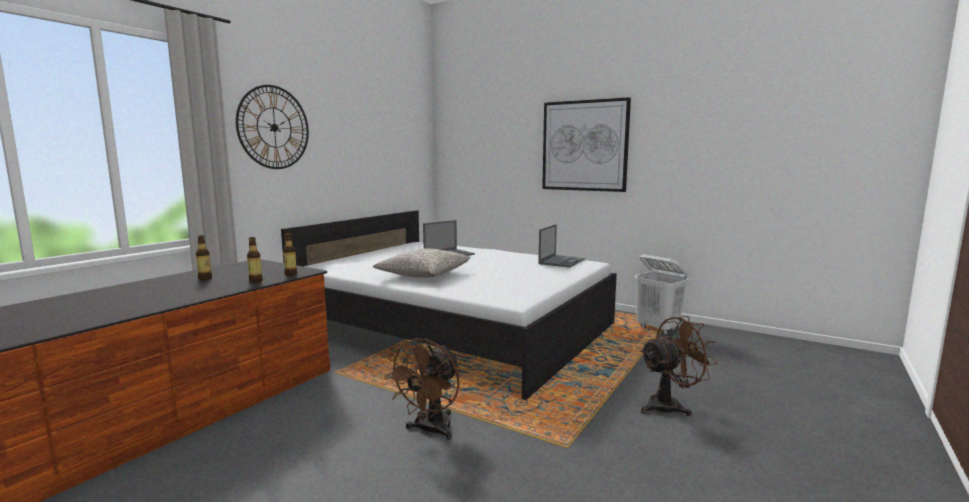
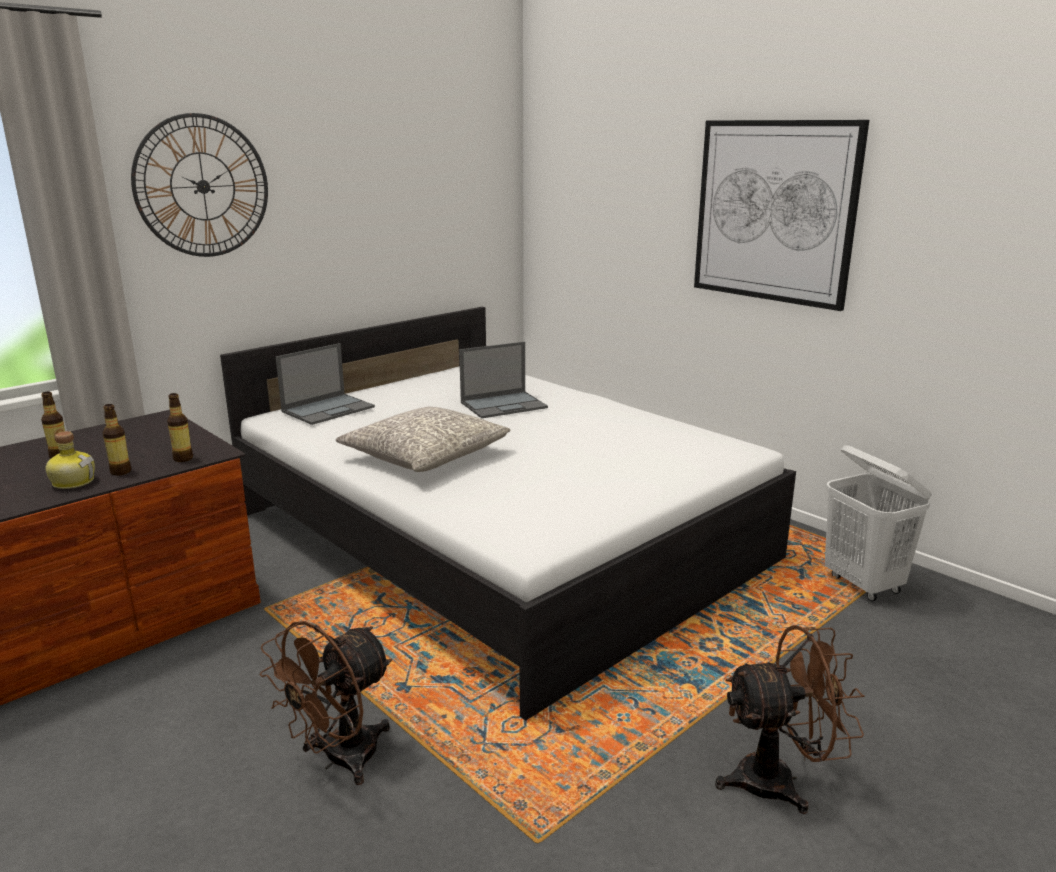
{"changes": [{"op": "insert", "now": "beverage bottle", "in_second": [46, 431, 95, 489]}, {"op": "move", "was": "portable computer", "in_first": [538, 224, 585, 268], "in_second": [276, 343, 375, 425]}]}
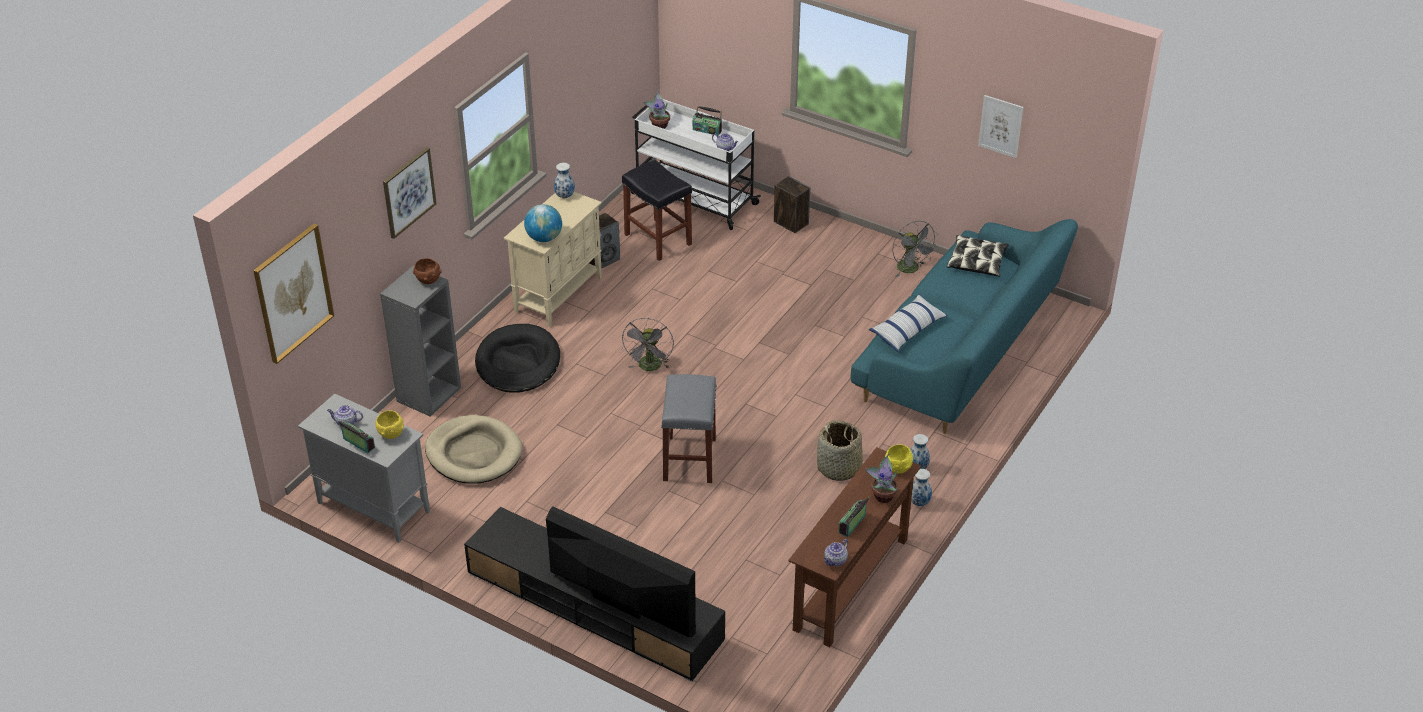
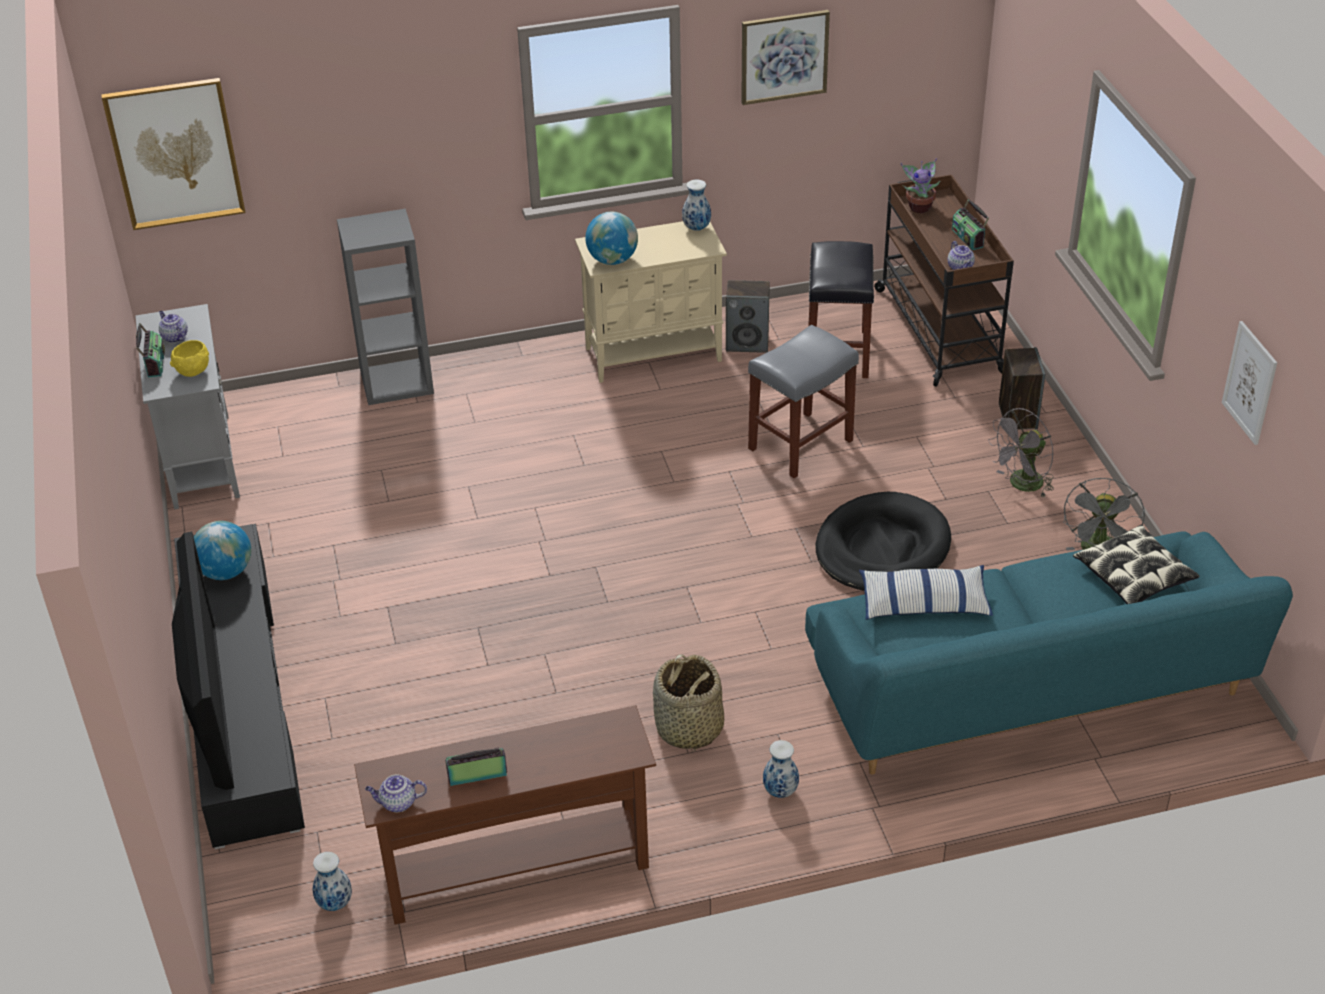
{"changes": [{"op": "delete", "was": "brown serving bowl", "in_first": [413, 258, 442, 284]}, {"op": "delete", "was": "beige dog cushion", "in_first": [425, 415, 522, 484]}, {"op": "delete", "was": "plant in a pot", "in_first": [865, 453, 898, 503]}, {"op": "delete", "was": "yellow serving bowl", "in_first": [885, 444, 913, 473]}, {"op": "insert", "now": "globe", "in_second": [194, 521, 251, 580]}, {"op": "move", "was": "wall picture", "in_first": [383, 147, 437, 239], "in_second": [741, 10, 830, 105]}, {"op": "move", "was": "black dog cushion", "in_first": [475, 324, 560, 393], "in_second": [815, 492, 951, 590]}, {"op": "move", "was": "gray fan", "in_first": [622, 318, 674, 371], "in_second": [988, 408, 1054, 498]}, {"op": "move", "was": "gray stool", "in_first": [661, 374, 717, 483], "in_second": [748, 325, 859, 478]}, {"op": "move", "was": "decorative vase", "in_first": [911, 469, 932, 506], "in_second": [313, 852, 352, 911]}, {"op": "recolor", "was": "white-coloured cart", "now": "brown cart", "in_first": [631, 99, 761, 230], "in_second": [874, 174, 1014, 387]}]}
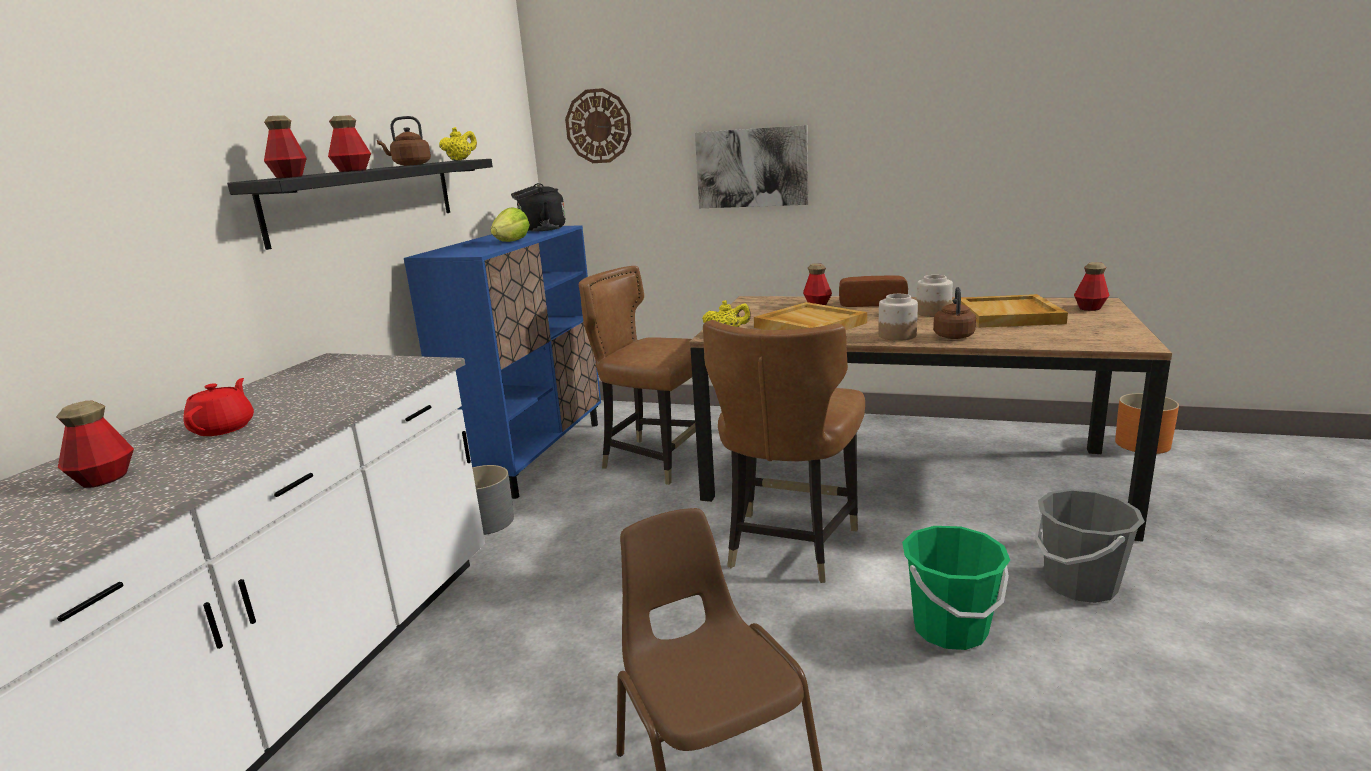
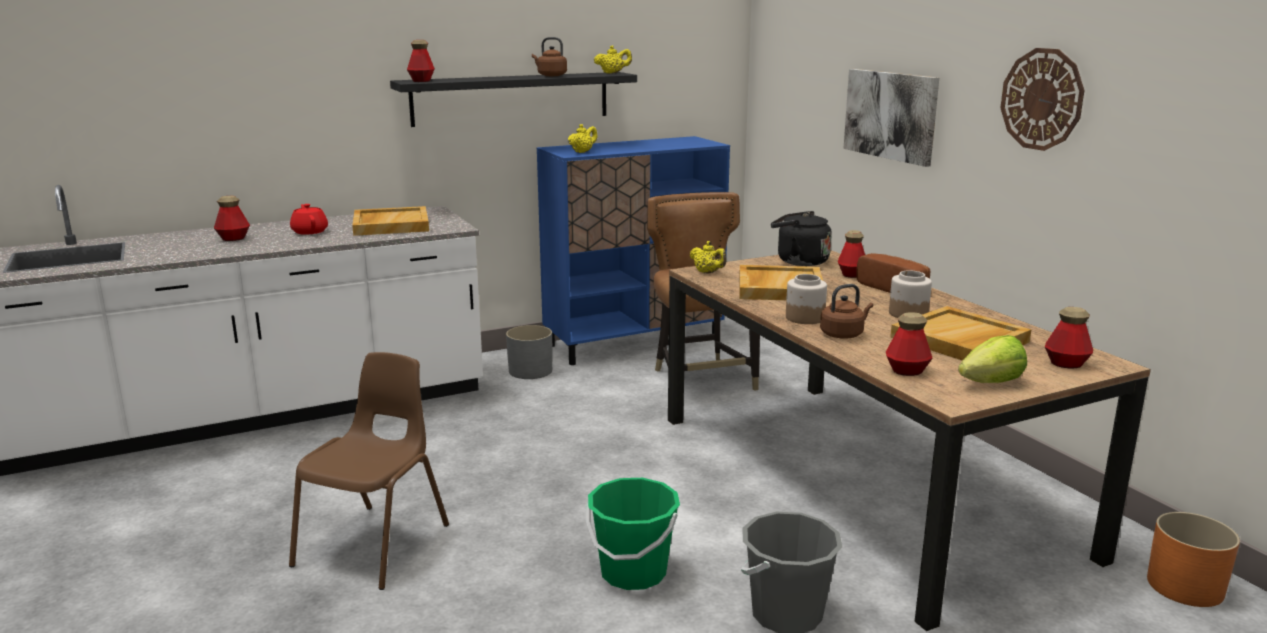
{"changes": [{"op": "delete", "was": "brown plain chair", "in_first": [703, 320, 865, 583]}, {"op": "insert", "now": "beige serving tray", "in_second": [352, 206, 429, 236]}, {"op": "insert", "now": "yellow teapot", "in_second": [568, 124, 597, 153]}, {"op": "move", "was": "beverage bottle", "in_first": [328, 116, 371, 172], "in_second": [886, 312, 933, 376]}, {"op": "move", "was": "head of lettuce", "in_first": [491, 208, 530, 242], "in_second": [958, 335, 1027, 383]}, {"op": "move", "was": "black kettle", "in_first": [511, 183, 566, 231], "in_second": [771, 211, 832, 266]}, {"op": "move", "was": "hanging clock", "in_first": [565, 88, 631, 163], "in_second": [1000, 48, 1084, 151]}, {"op": "rotate", "was": "red-coloured teapot", "in_first": [183, 378, 254, 436], "in_second": [290, 204, 328, 235], "clockwise": -75}]}
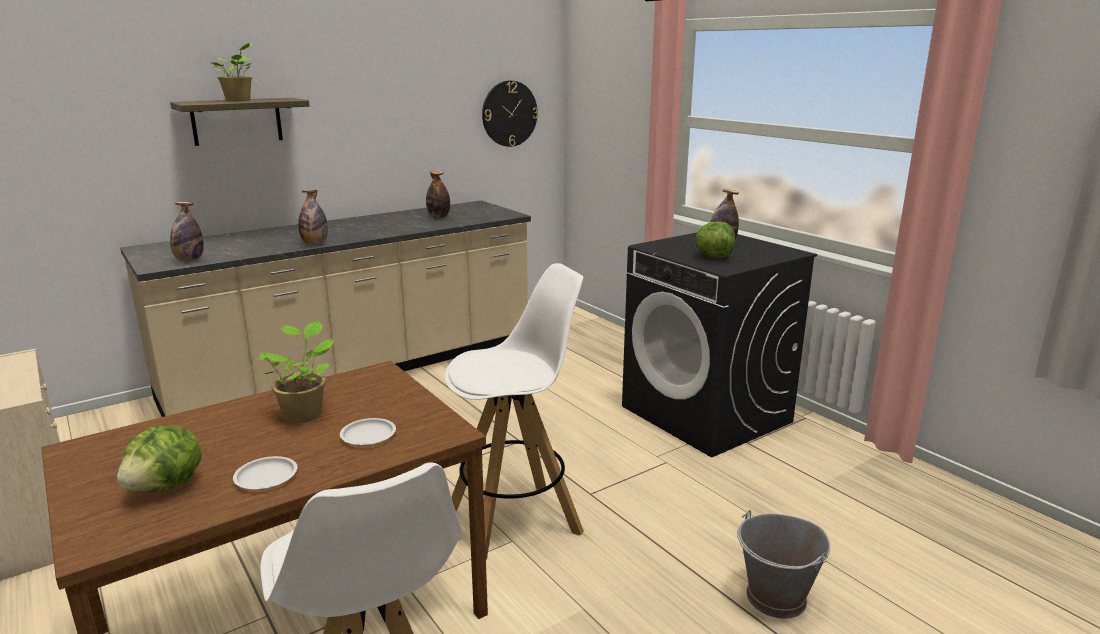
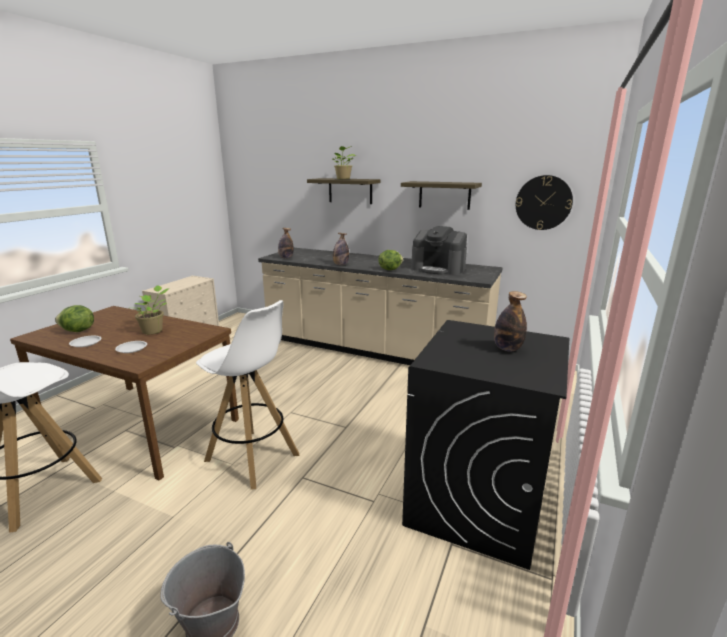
{"changes": [{"op": "insert", "now": "bracket shelf", "in_second": [401, 181, 482, 210]}, {"op": "move", "was": "head of lettuce", "in_first": [695, 221, 735, 258], "in_second": [378, 250, 404, 270]}, {"op": "replace", "was": "beverage bottle", "now": "coffee machine", "in_first": [426, 170, 450, 218], "in_second": [411, 226, 467, 275]}]}
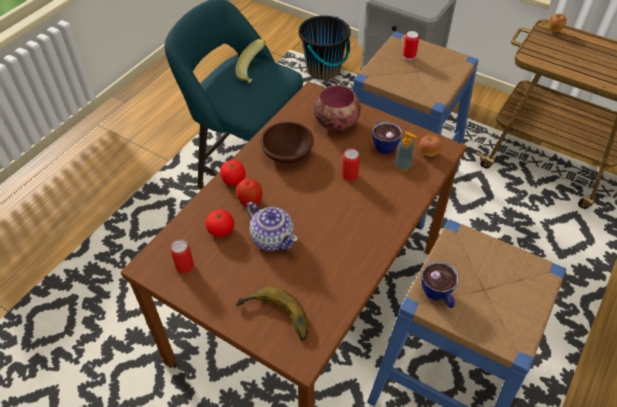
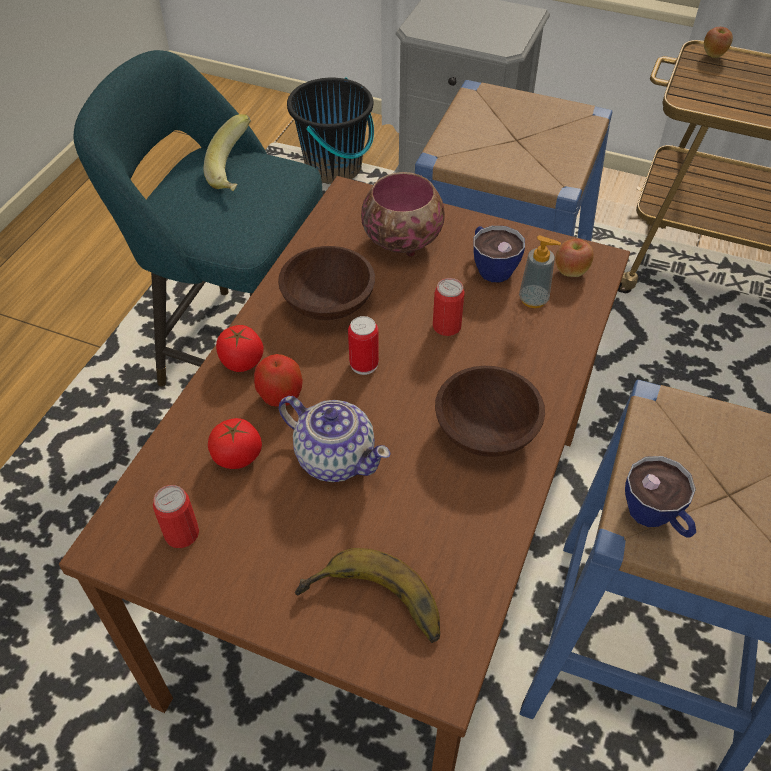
{"changes": [{"op": "insert", "now": "brown serving bowl", "in_second": [435, 366, 545, 457]}, {"op": "move", "was": "sealed can", "in_first": [403, 31, 419, 60], "in_second": [348, 316, 379, 375]}]}
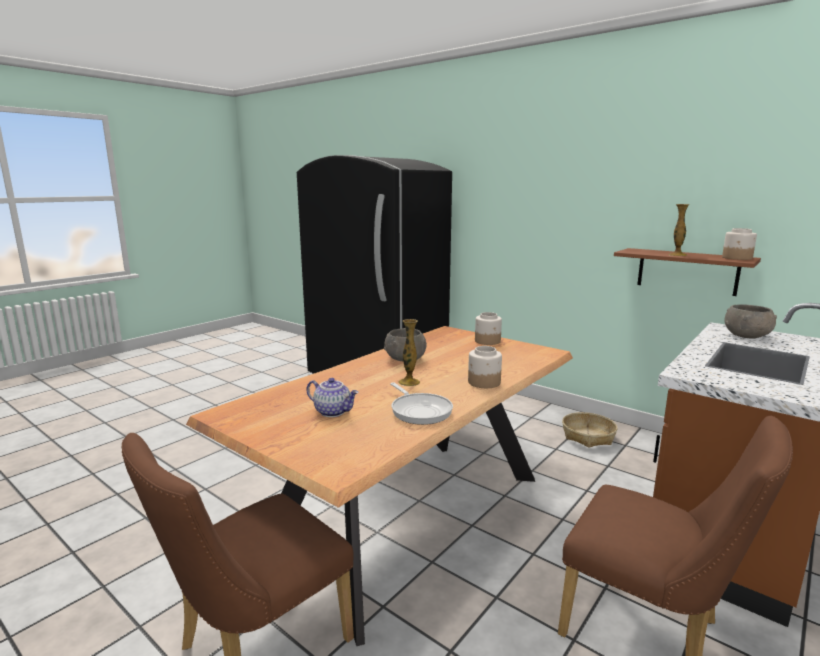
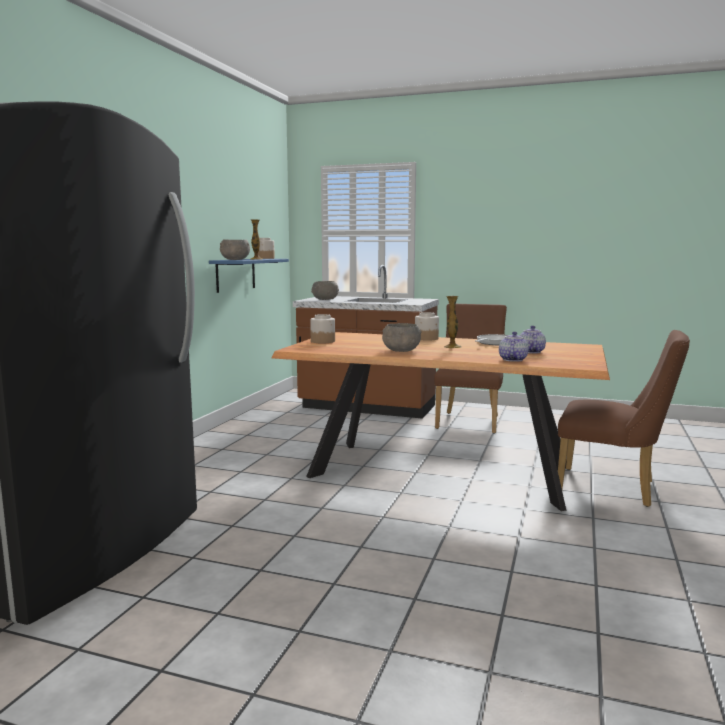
{"changes": [{"op": "delete", "was": "basket", "in_first": [562, 412, 617, 448]}, {"op": "insert", "now": "gray serving bowl", "in_second": [220, 239, 250, 260]}, {"op": "insert", "now": "teapot", "in_second": [499, 332, 529, 362]}, {"op": "recolor", "was": "brown bracket shelf", "now": "blue bracket shelf", "in_first": [614, 248, 761, 296], "in_second": [209, 259, 289, 293]}]}
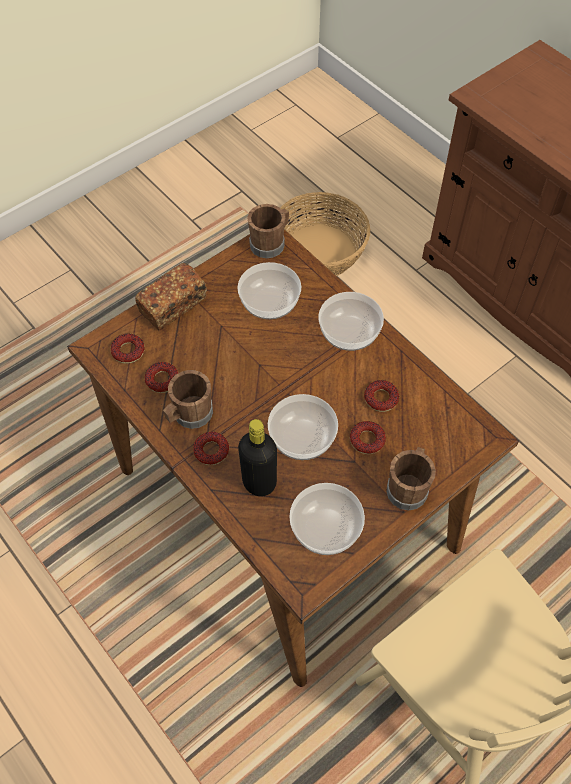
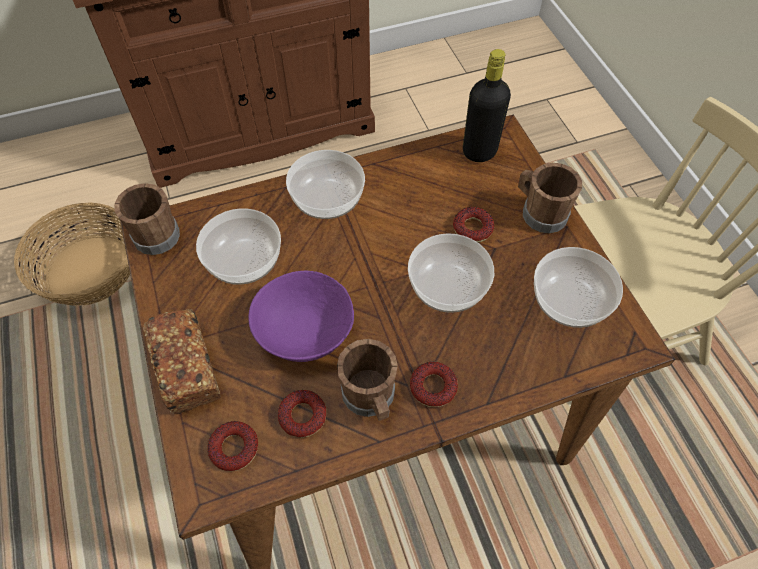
{"changes": [{"op": "delete", "was": "donut", "in_first": [364, 380, 399, 412]}, {"op": "insert", "now": "purple serving bowl", "in_second": [248, 271, 354, 362]}, {"op": "move", "was": "black beverage bottle", "in_first": [238, 419, 277, 496], "in_second": [463, 49, 511, 162]}]}
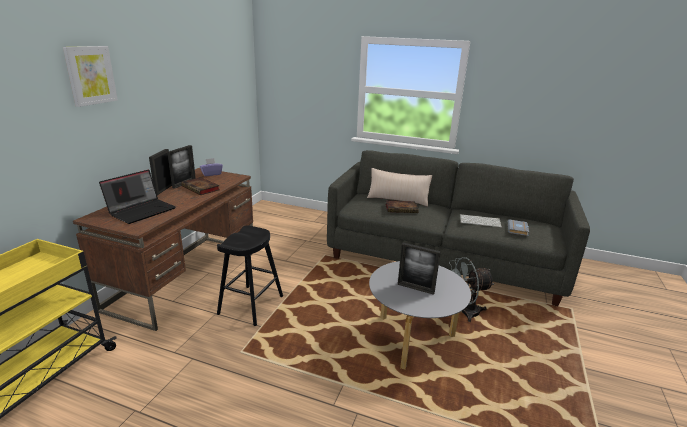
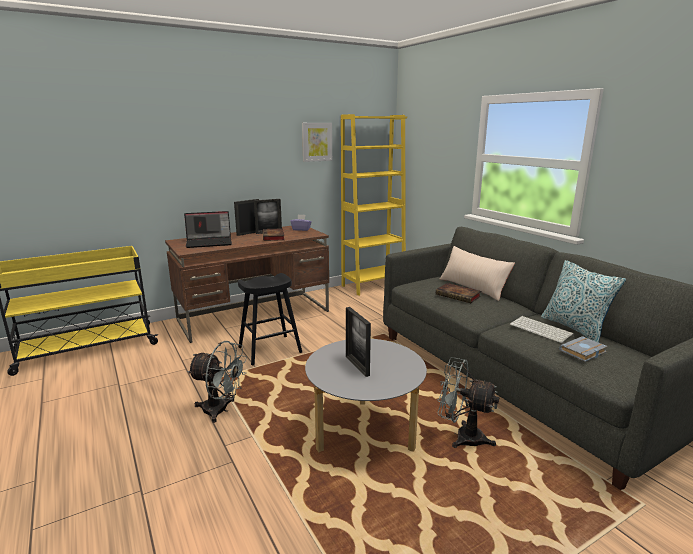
{"changes": [{"op": "insert", "now": "gray fan", "in_second": [187, 341, 247, 423]}, {"op": "insert", "now": "yellow shelving unit", "in_second": [341, 114, 407, 296]}, {"op": "insert", "now": "throw pillow", "in_second": [541, 260, 626, 343]}, {"op": "move", "was": "wall picture", "in_first": [63, 46, 118, 107], "in_second": [302, 123, 332, 162]}]}
